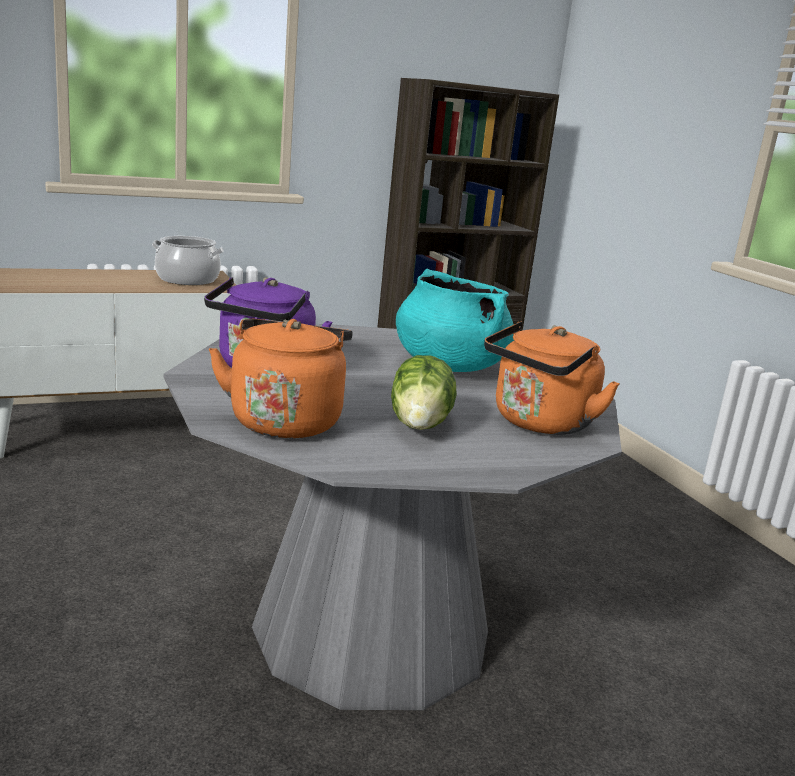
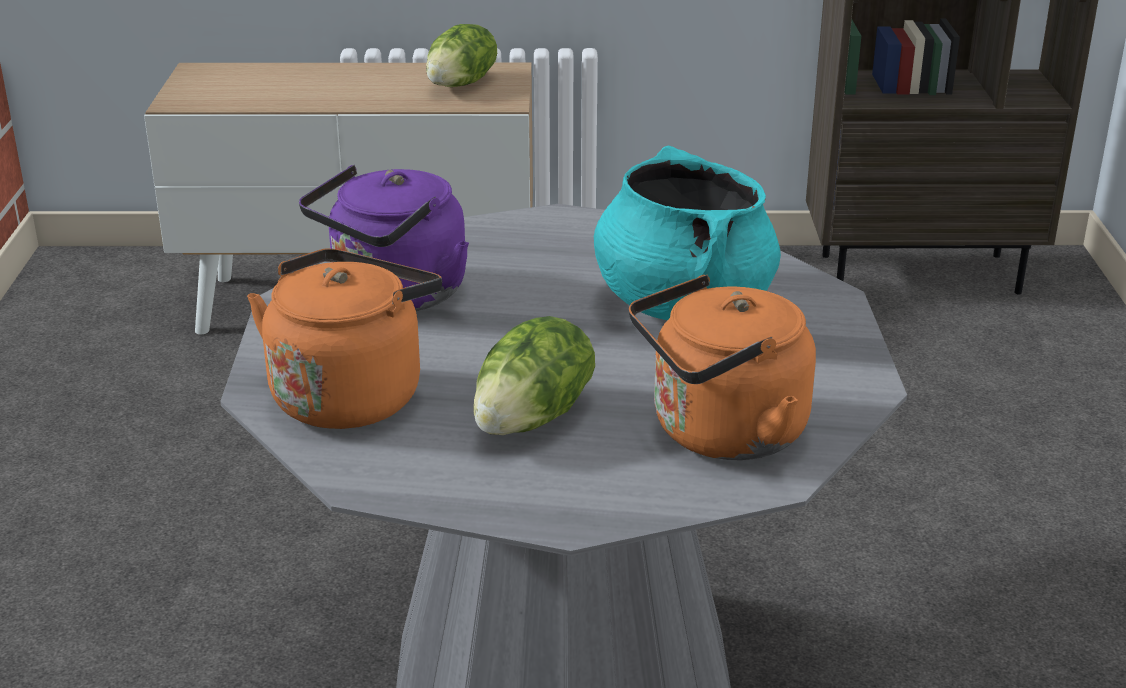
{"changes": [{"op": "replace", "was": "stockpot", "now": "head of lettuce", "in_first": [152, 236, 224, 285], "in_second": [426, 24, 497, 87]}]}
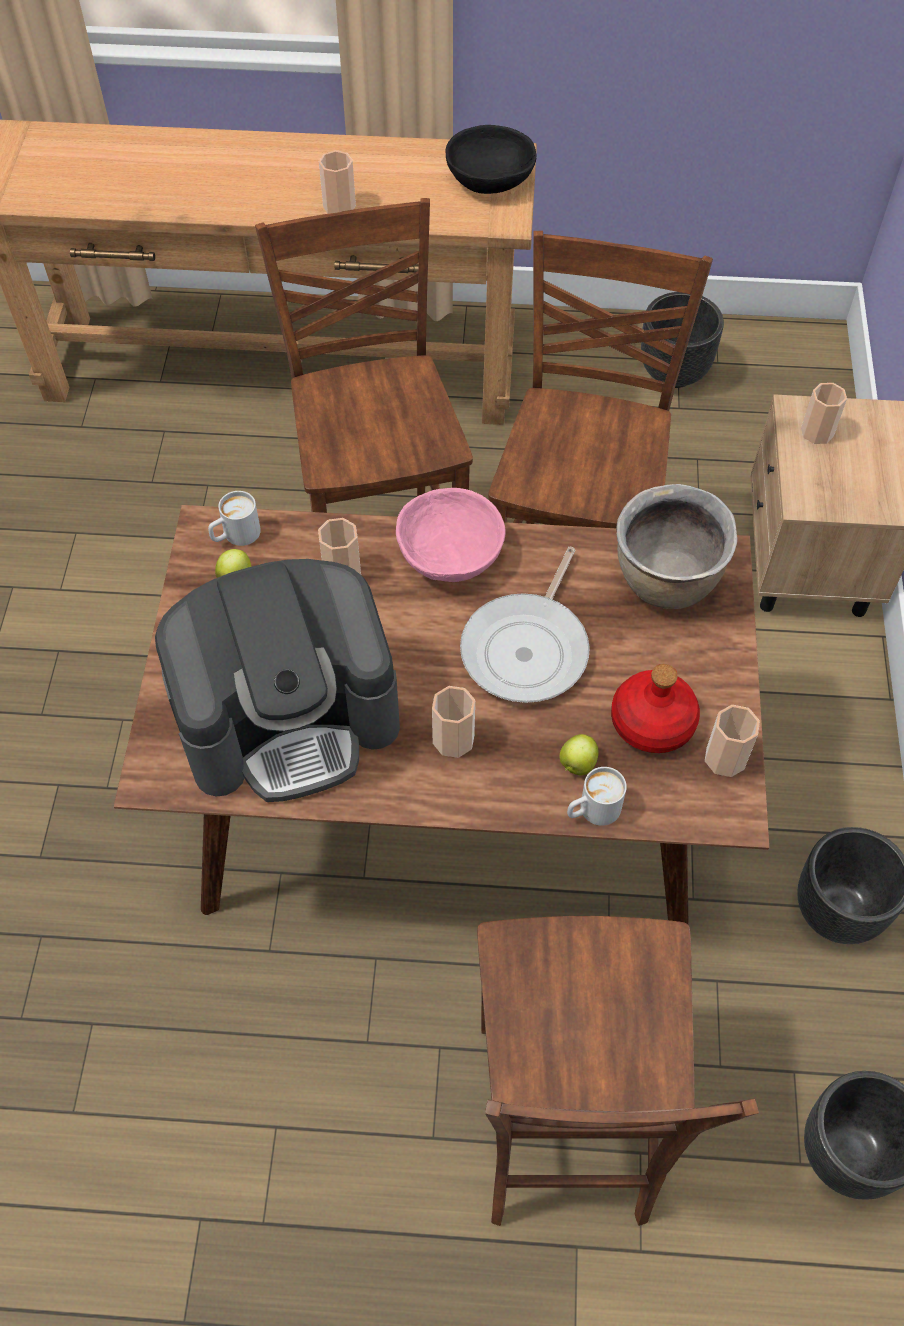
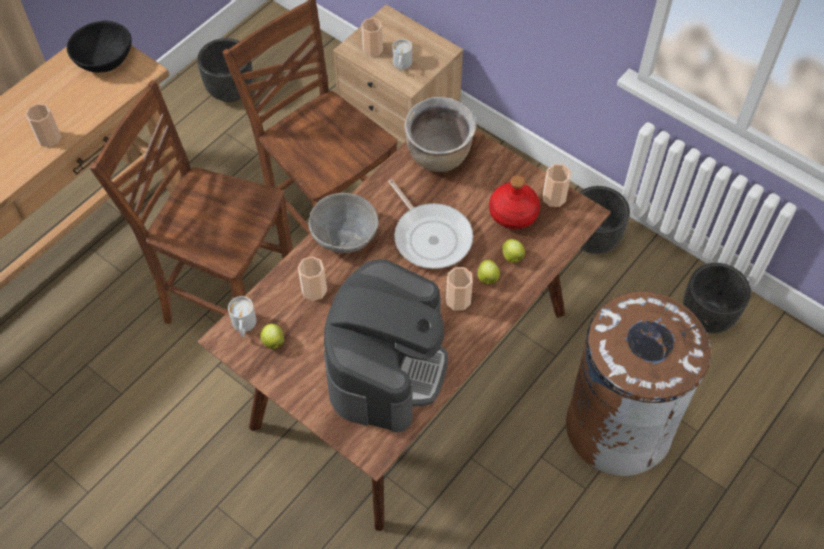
{"changes": [{"op": "insert", "now": "apple fruit", "in_second": [477, 260, 500, 284]}, {"op": "move", "was": "white-coloured coffee mug", "in_first": [567, 767, 627, 826], "in_second": [393, 39, 412, 71]}, {"op": "replace", "was": "brown plain chair", "now": "brown trash can", "in_first": [477, 916, 759, 1226], "in_second": [566, 292, 711, 476]}, {"op": "recolor", "was": "pink-coloured serving bowl", "now": "gray serving bowl", "in_first": [396, 488, 506, 582], "in_second": [309, 193, 379, 253]}]}
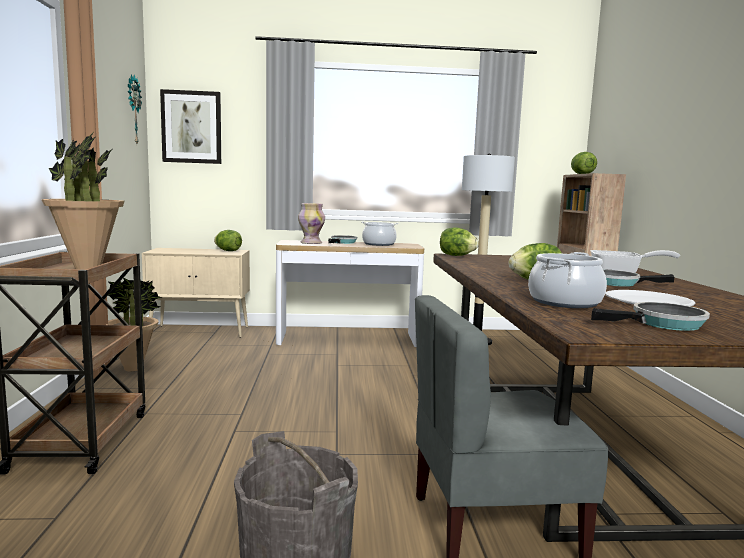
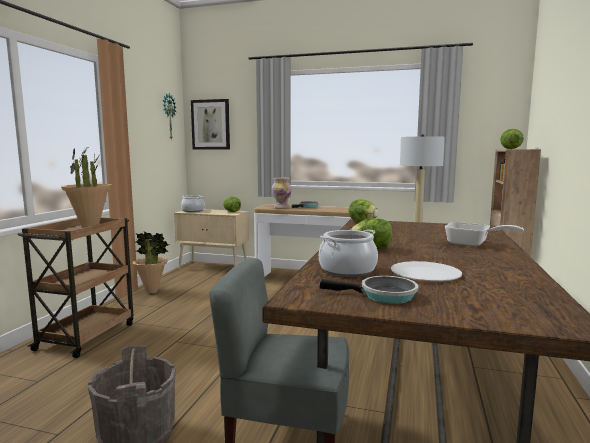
{"changes": [{"op": "delete", "was": "skillet", "in_first": [603, 269, 674, 287]}, {"op": "move", "was": "stockpot", "in_first": [361, 221, 399, 246], "in_second": [181, 195, 205, 212]}]}
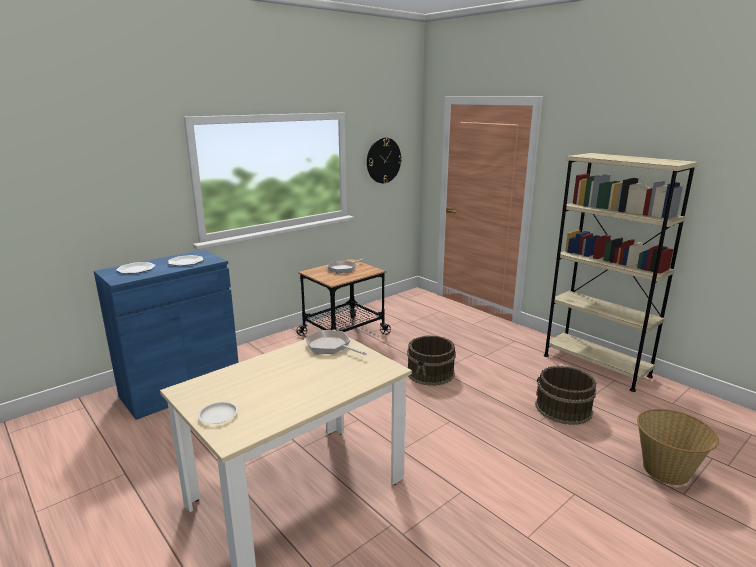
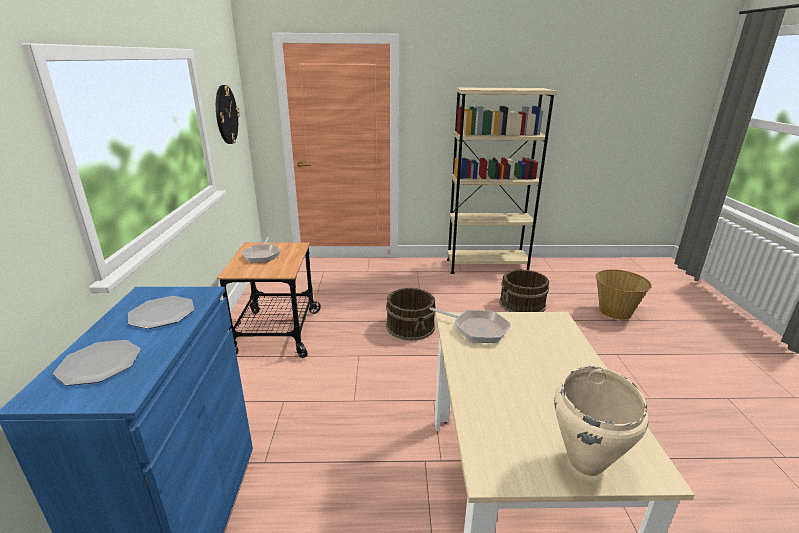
{"changes": [{"op": "replace", "was": "white-coloured plate", "now": "beige stockpot", "in_first": [198, 402, 238, 424], "in_second": [554, 366, 648, 476]}, {"op": "rotate", "was": "skillet", "in_first": [305, 330, 367, 355], "in_second": [429, 307, 511, 343], "clockwise": -135}]}
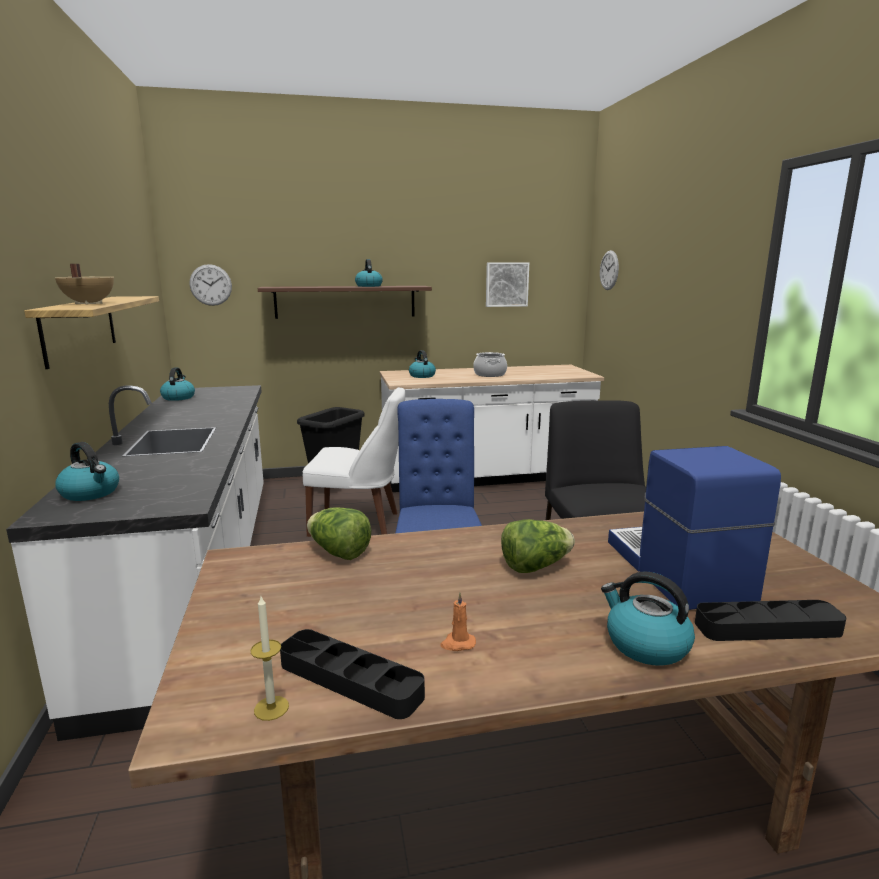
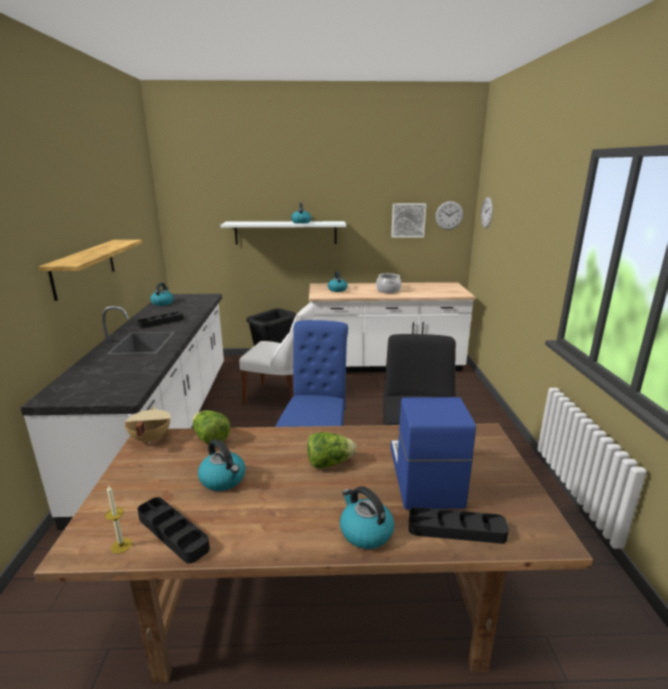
{"changes": [{"op": "delete", "was": "orangey candle", "in_first": [440, 592, 476, 651]}, {"op": "insert", "now": "black serving tray", "in_second": [137, 312, 184, 328]}, {"op": "move", "was": "beige stockpot", "in_first": [55, 264, 114, 305], "in_second": [125, 407, 171, 444]}, {"op": "move", "was": "kettle", "in_first": [55, 442, 119, 501], "in_second": [198, 439, 245, 491]}, {"op": "move", "was": "hanging clock", "in_first": [190, 264, 232, 306], "in_second": [435, 201, 463, 230]}, {"op": "recolor", "was": "brown bracket shelf", "now": "white-coloured bracket shelf", "in_first": [258, 286, 432, 319], "in_second": [220, 221, 346, 244]}]}
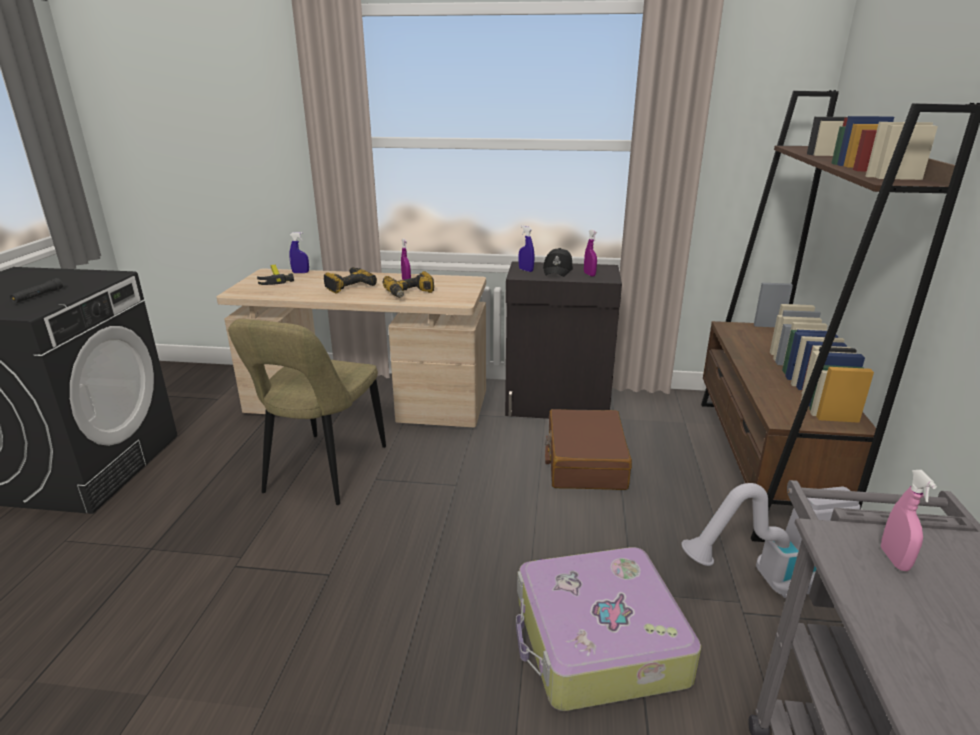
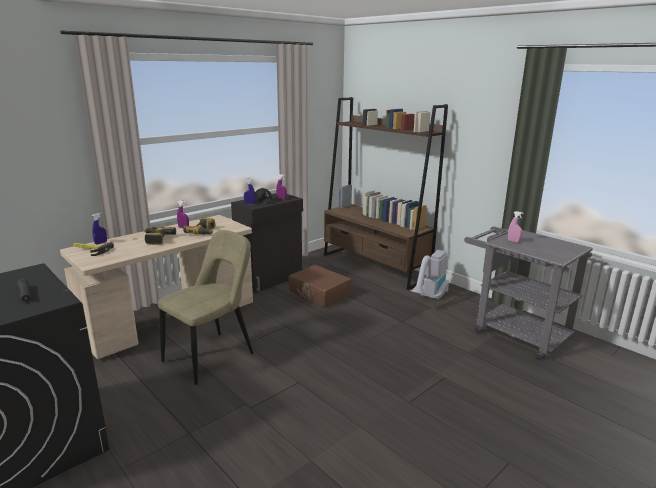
{"changes": [{"op": "delete", "was": "piece of luggage", "in_first": [516, 547, 701, 711]}, {"op": "rotate", "was": "beige plain chair", "in_first": [228, 319, 386, 505], "in_second": [158, 230, 253, 385], "clockwise": -105}]}
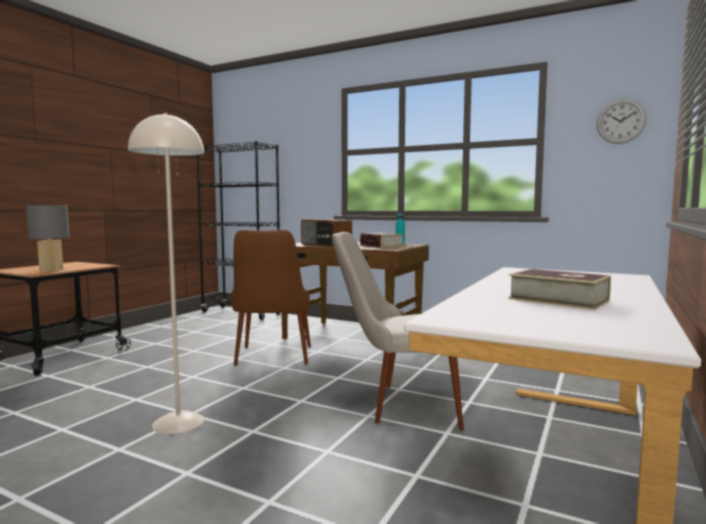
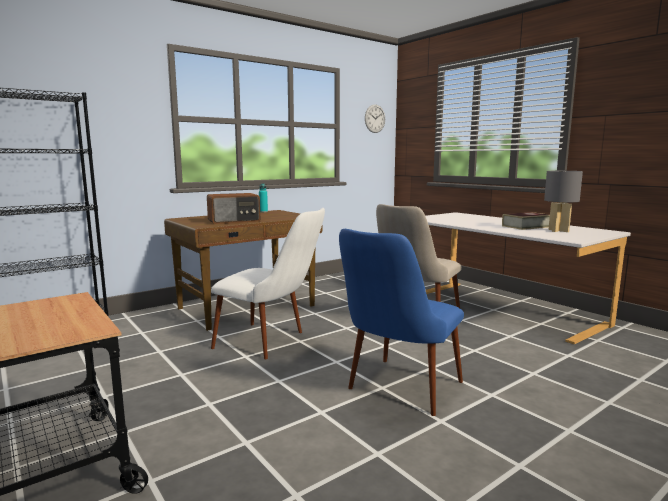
{"changes": [{"op": "delete", "was": "book", "in_first": [360, 233, 404, 248]}, {"op": "move", "was": "gray lamp for a table", "in_first": [26, 205, 69, 272], "in_second": [544, 171, 583, 232]}, {"op": "replace", "was": "beige standard lamp", "now": "blue plain chair", "in_first": [128, 113, 204, 434], "in_second": [339, 229, 464, 416]}, {"op": "recolor", "was": "brown plain chair", "now": "white-coloured plain chair", "in_first": [231, 230, 311, 365], "in_second": [211, 208, 325, 359]}]}
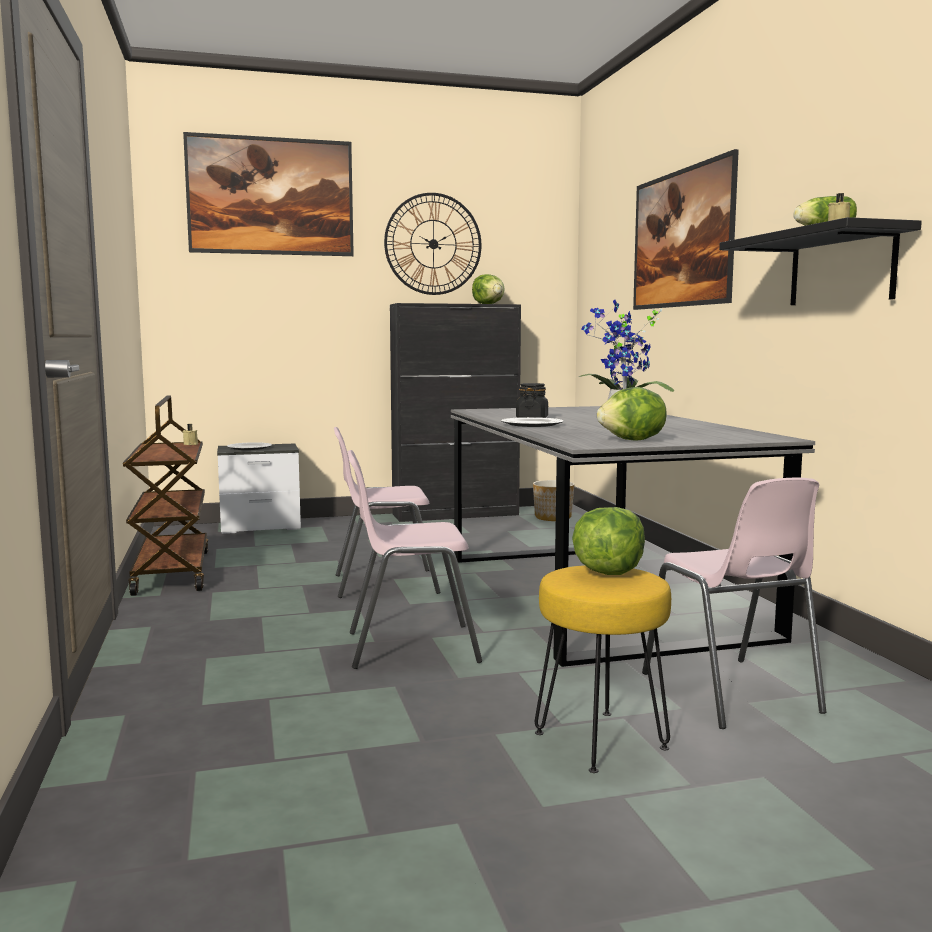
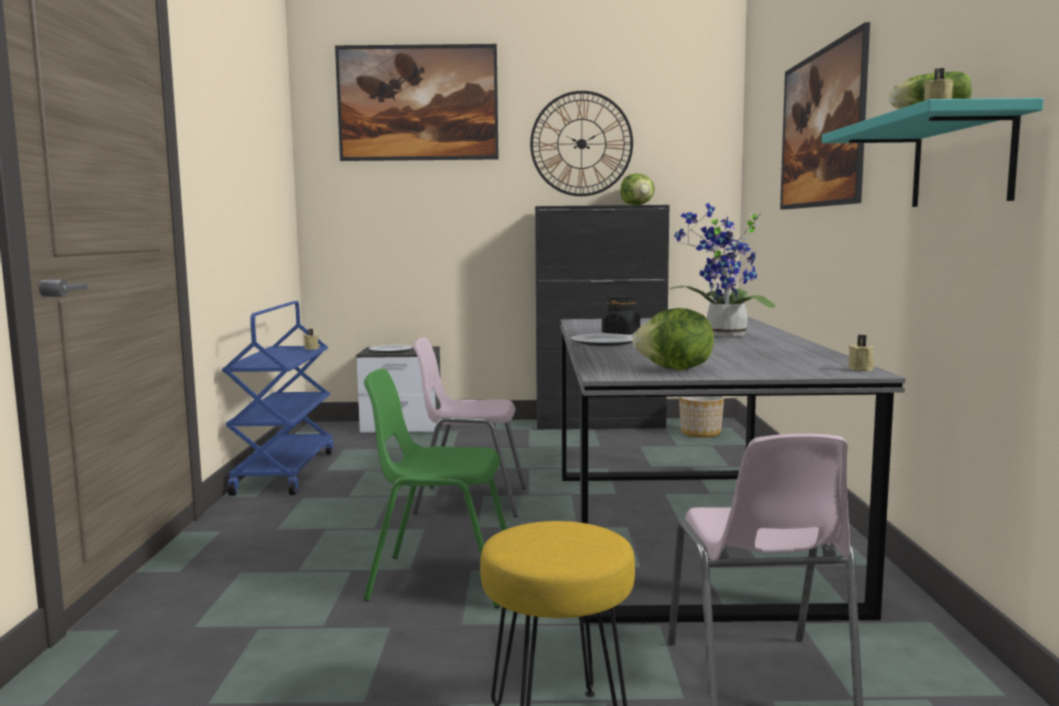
{"changes": [{"op": "delete", "was": "head of lettuce", "in_first": [572, 507, 645, 575]}, {"op": "insert", "now": "beige candle", "in_second": [848, 335, 874, 371]}, {"op": "recolor", "was": "brown cart", "now": "blue cart", "in_first": [123, 395, 208, 596], "in_second": [222, 301, 333, 496]}, {"op": "recolor", "was": "pink-coloured plain chair", "now": "greenish plain chair", "in_first": [348, 450, 482, 669], "in_second": [363, 369, 507, 608]}, {"op": "recolor", "was": "black bracket shelf", "now": "turquoise bracket shelf", "in_first": [719, 217, 922, 305], "in_second": [822, 98, 1044, 207]}]}
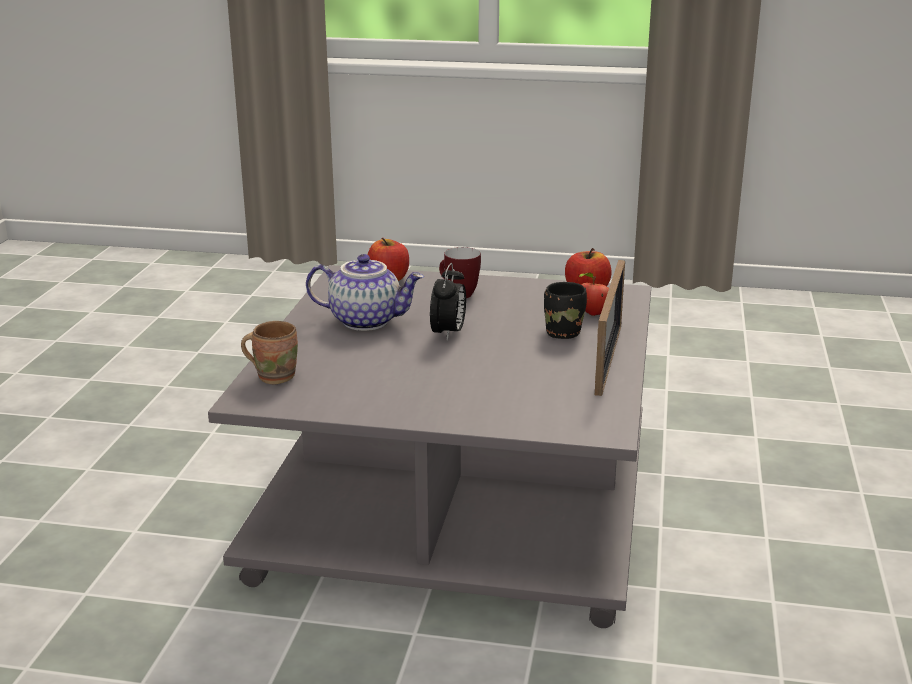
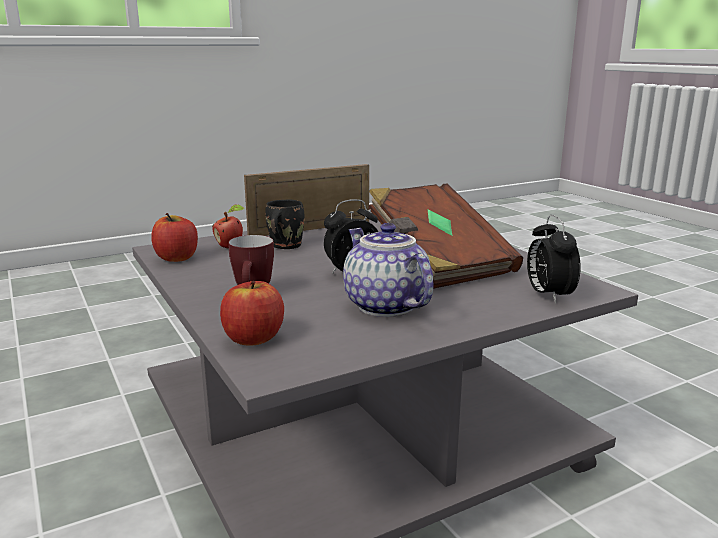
{"changes": [{"op": "insert", "now": "brown book", "in_second": [368, 184, 523, 289]}, {"op": "replace", "was": "brown coffee mug", "now": "table clock", "in_first": [241, 321, 298, 385], "in_second": [527, 215, 580, 304]}]}
